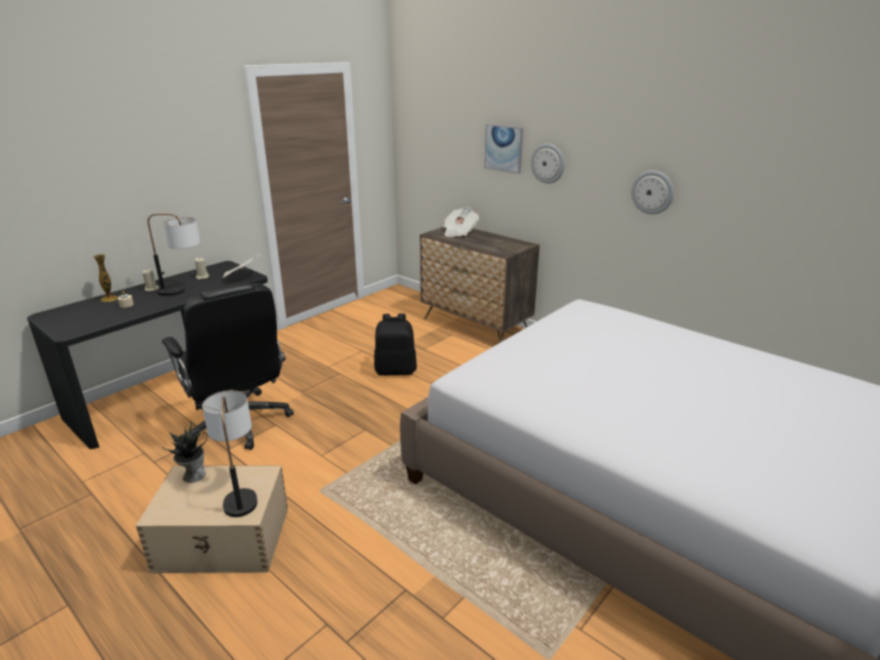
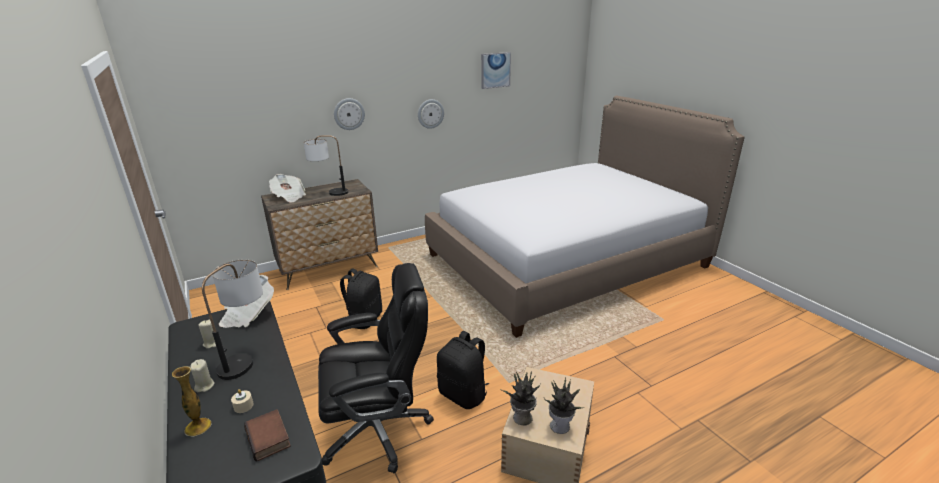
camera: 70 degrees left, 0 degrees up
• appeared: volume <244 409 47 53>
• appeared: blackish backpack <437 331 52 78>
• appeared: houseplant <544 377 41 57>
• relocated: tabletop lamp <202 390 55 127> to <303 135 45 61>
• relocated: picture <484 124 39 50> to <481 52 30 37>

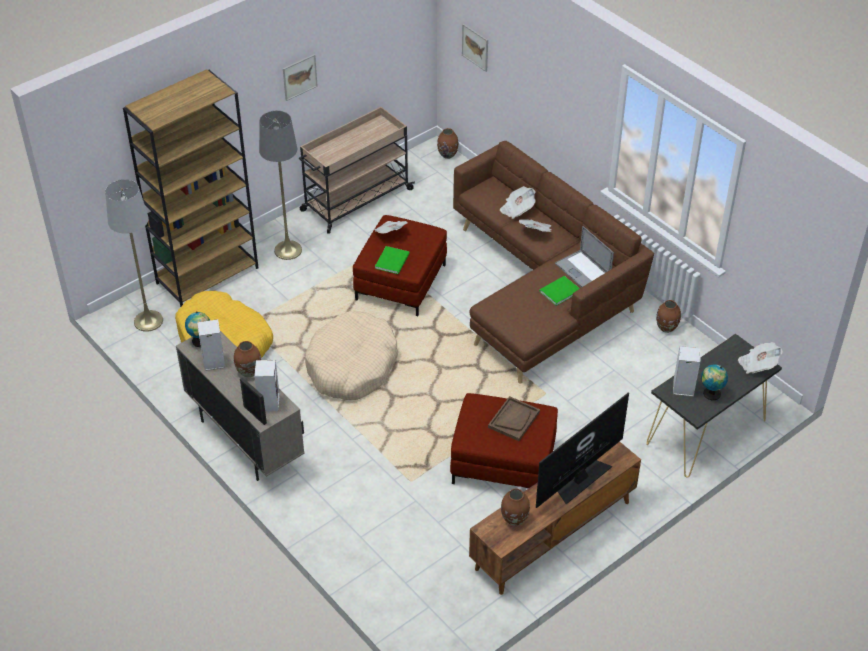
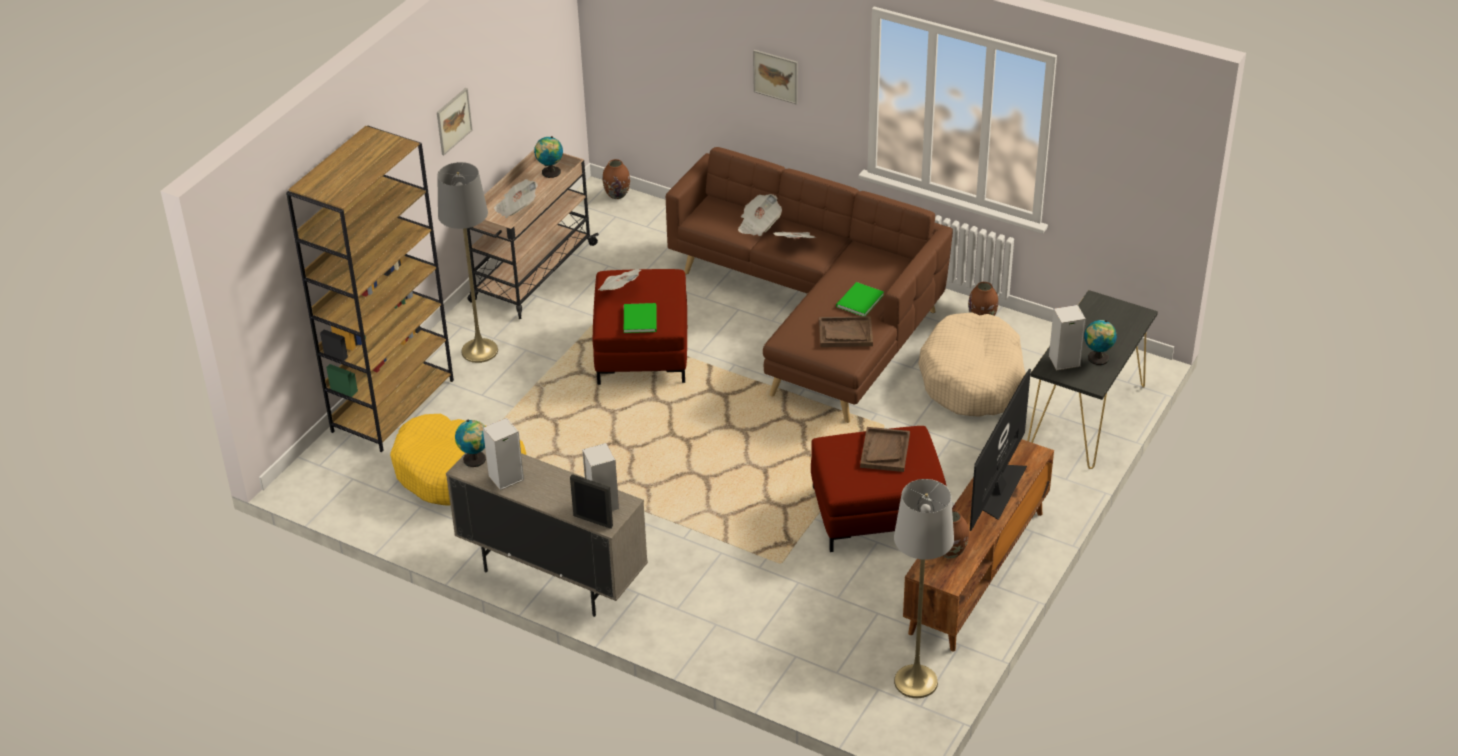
camera: 20 degrees left, 5 degrees down
• missing: brown vase <234 341 27 36>
• missing: portable computer <555 226 59 62>
• appeared: desk globe <534 136 29 42>
• appeared: brown tray <819 316 54 31>
• relocated: gray standard lamp <105 179 58 153> to <894 479 60 219>
• relocated: sand-coloured dog cushion <305 311 93 89> to <918 312 108 105>
• relocated: picture <462 24 26 48> to <753 50 45 55>
• relocated: newspaper <738 342 45 32> to <494 179 44 39>

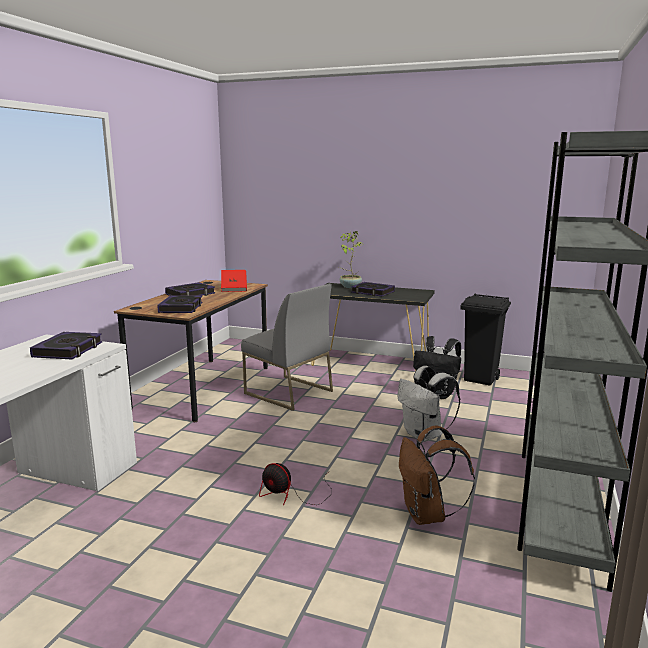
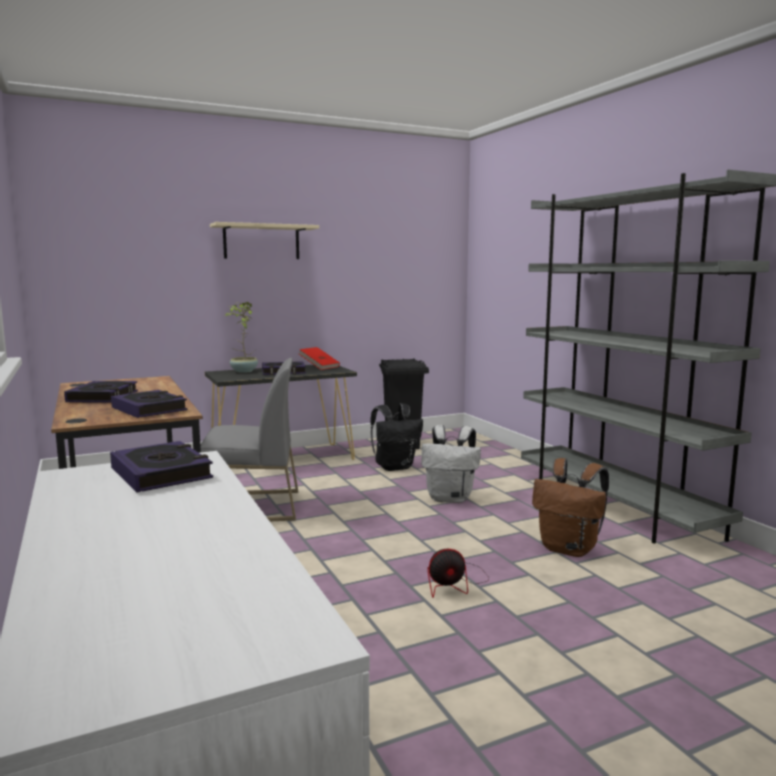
camera: 45 degrees left, 5 degrees down
• appeared: sand-coloured bracket shelf <210 222 109 37>
• relocated: red volume <221 270 26 22> to <299 347 41 23>

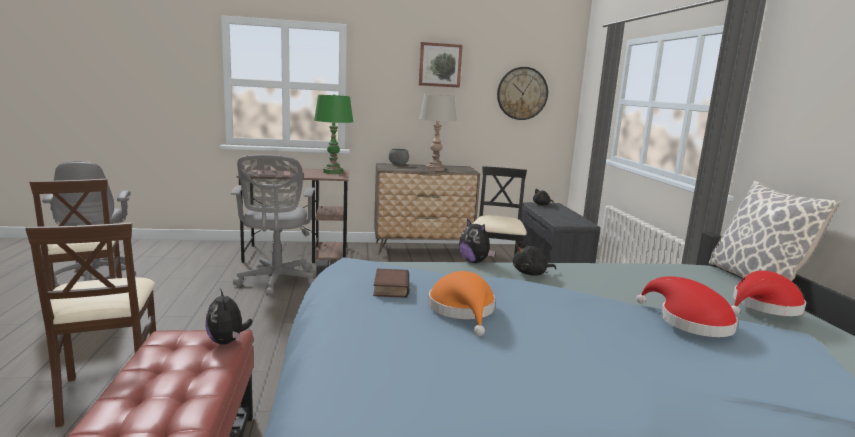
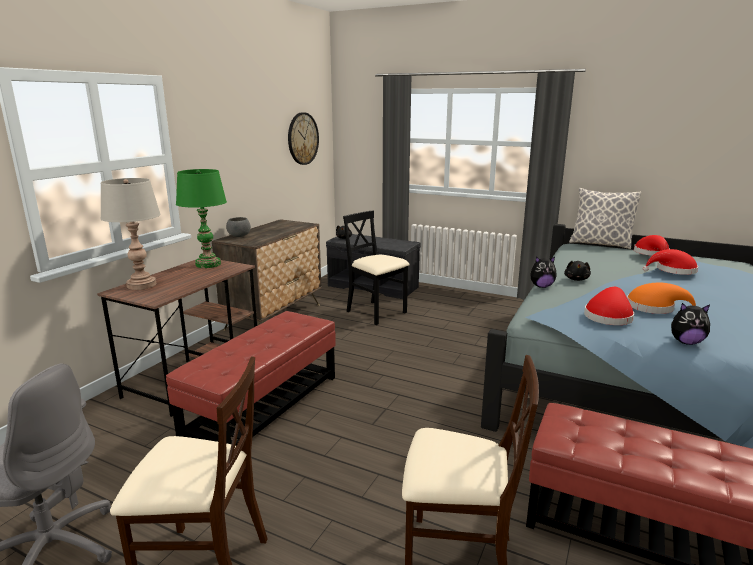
camera: 55 degrees left, 5 degrees up
• missing: picture <419 42 44 46>
• relocated: soft toy <205 288 47 57> to <671 303 39 42>
• relocated: gray tabletop lamp <419 94 38 77> to <100 178 61 112>
• exchanged: gray computer chair <231 154 84 142> to red footrest <166 311 170 135>
• exchanged: volume <373 269 37 29> to red clothing hat <584 287 50 38>

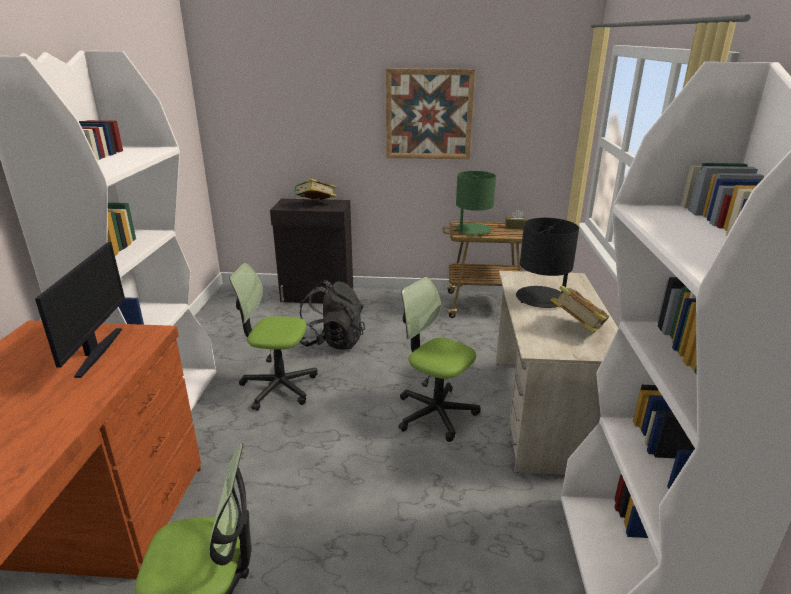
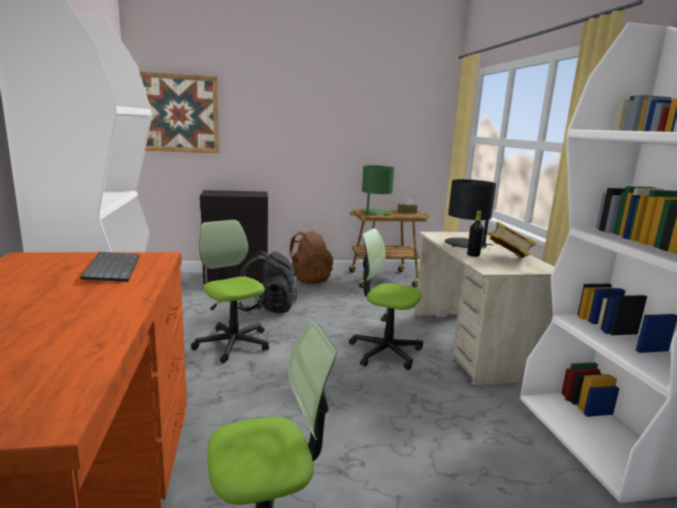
camera: 15 degrees left, 10 degrees down
• missing: volume <293 178 43 23>
• appeared: brown backpack <290 231 43 53>
• appeared: blackish drink bottle <467 211 17 46>
• relocated: picture <386 68 89 91> to <139 71 80 82>
• exchanged: monitor <35 242 90 136> to keyboard <80 252 60 30>
• spun: computer chair <229 263 89 148> = <191 220 78 143> 60 degrees clockwise

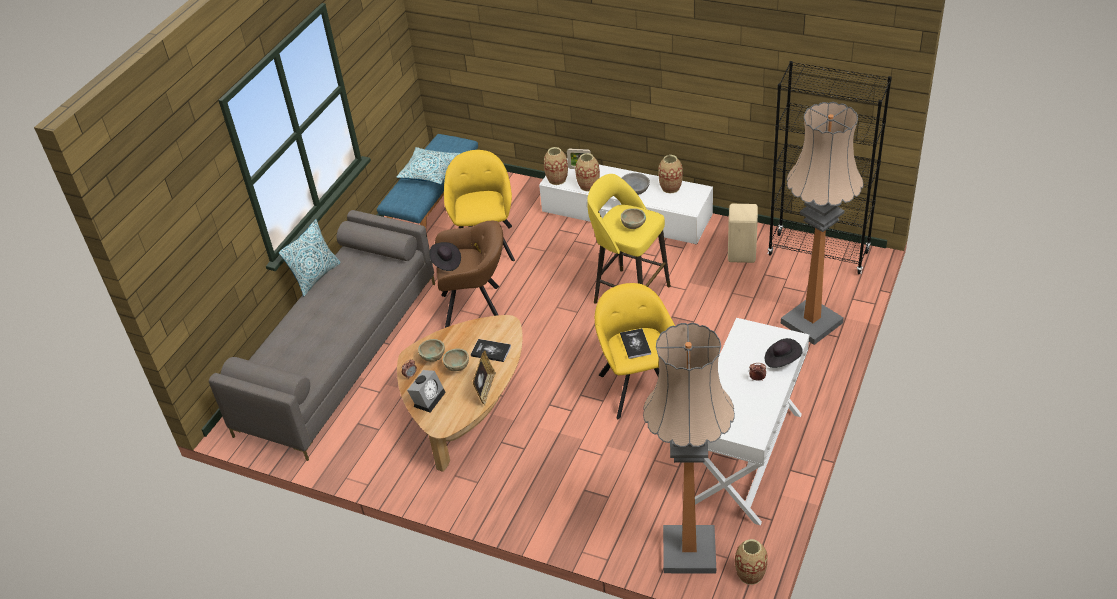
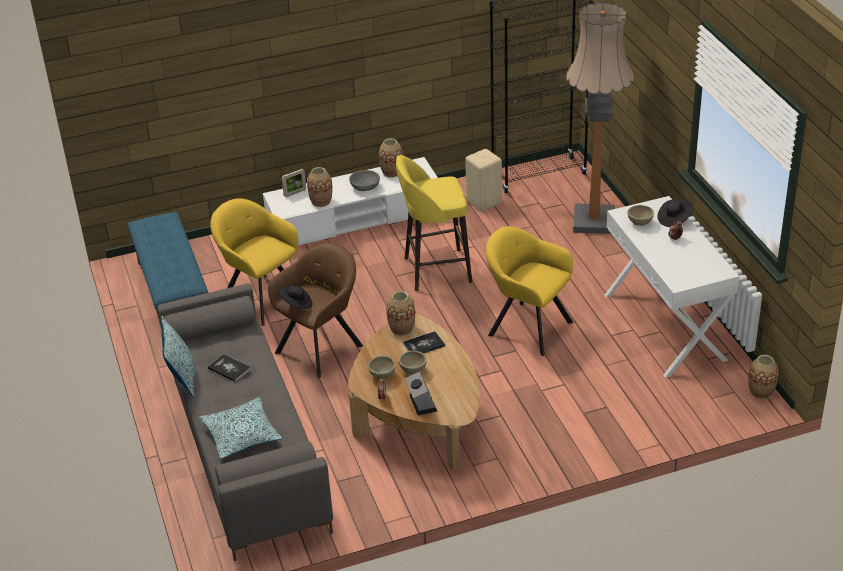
camera: 45 degrees left, 5 degrees down
• missing: standing frame <472 350 24 55>
• missing: standard lamp <643 323 92 251>
• relocated: cushion <397 147 63 38> to <199 397 83 62>
• relocated: vase <544 147 24 38> to <386 291 29 45>
• relocated: volume <620 328 31 31> to <208 354 43 28>
• relocated: sand-coloured bowl <621 208 25 21> to <627 205 27 21>

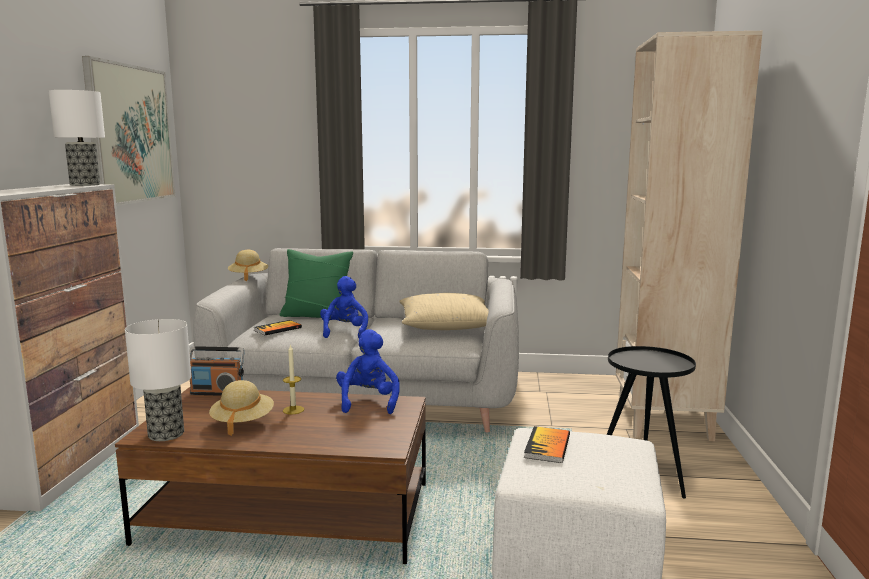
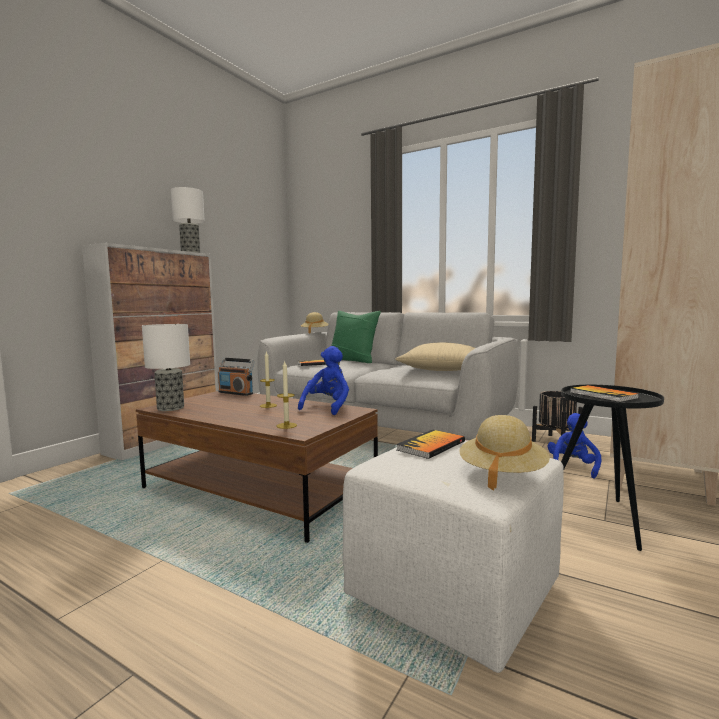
camera: 25 degrees right, 5 degrees down
• missing: picture <82 56 93 150>
• appeared: wax light <277 360 20 69>
• appeared: blackish flower pot <532 391 51 51>
• appeared: volume <570 385 69 17>
• relocated: sand-coloured clothing hat <209 380 65 56> to <459 415 91 75>
• relocated: blue-coloured soft toy <320 276 48 62> to <547 413 54 65>

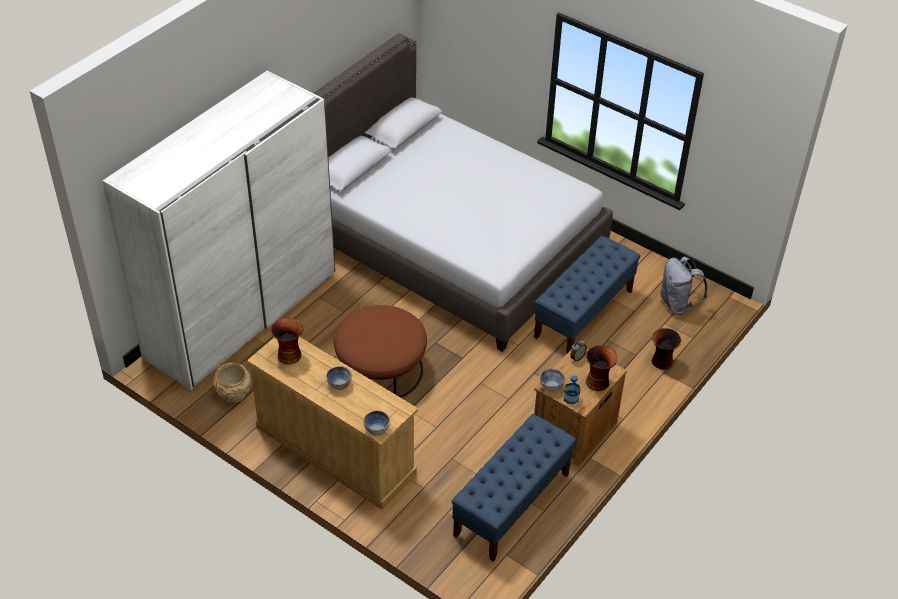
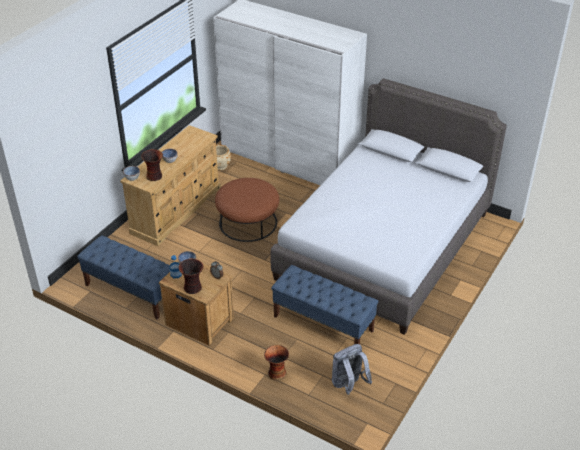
camera: 85 degrees right, 5 degrees down
• relocated: vase <271 318 32 47> to <141 149 22 32>

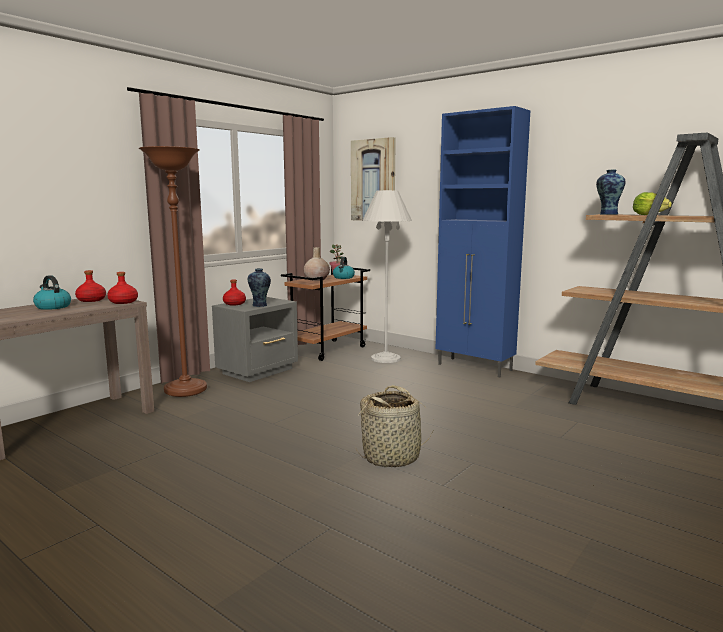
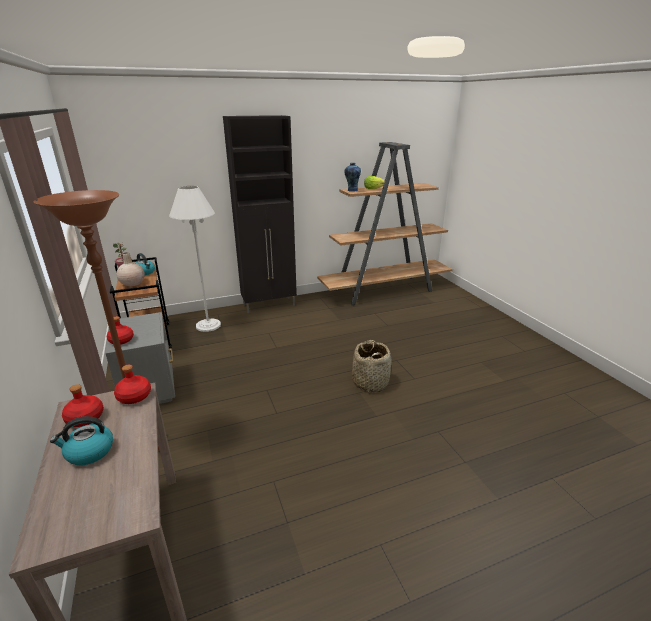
camera: 60 degrees left, 15 degrees up
• missing: vase <248 268 23 39>
• missing: picture <351 137 45 84>
• colour: blue-coloured cupboard <436 106 94 271> to blackish cupboard <223 115 74 198>

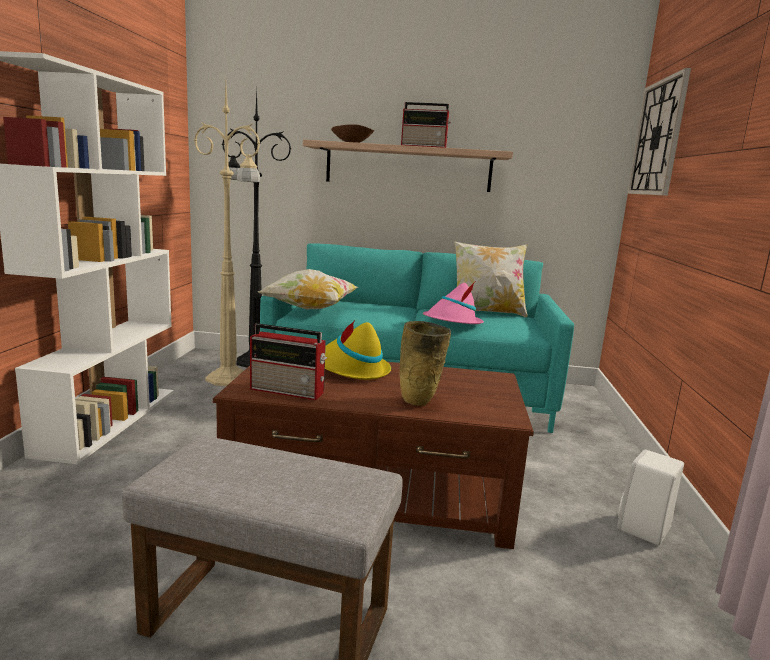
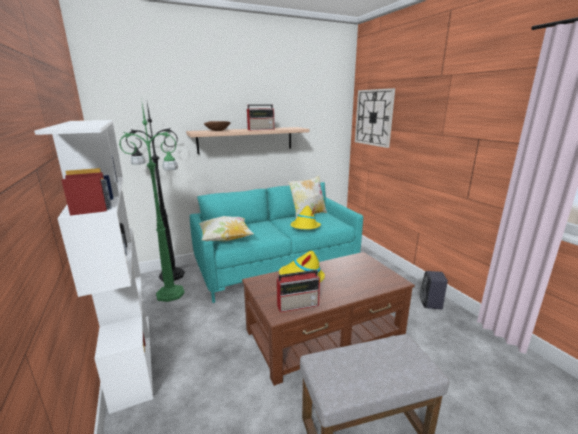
camera: 30 degrees left, 5 degrees up
• missing: sand-coloured vase <400 321 51 85>
• colour: sand-coloured standard lamp <194 82 66 304> to green-coloured standard lamp <119 104 66 198>
• colour: pink-coloured clothing hat <423 282 61 42> to yellowish clothing hat <290 204 31 25>
• colour: white loudspeaker <617 450 67 95> to blackish loudspeaker <420 271 28 38>

